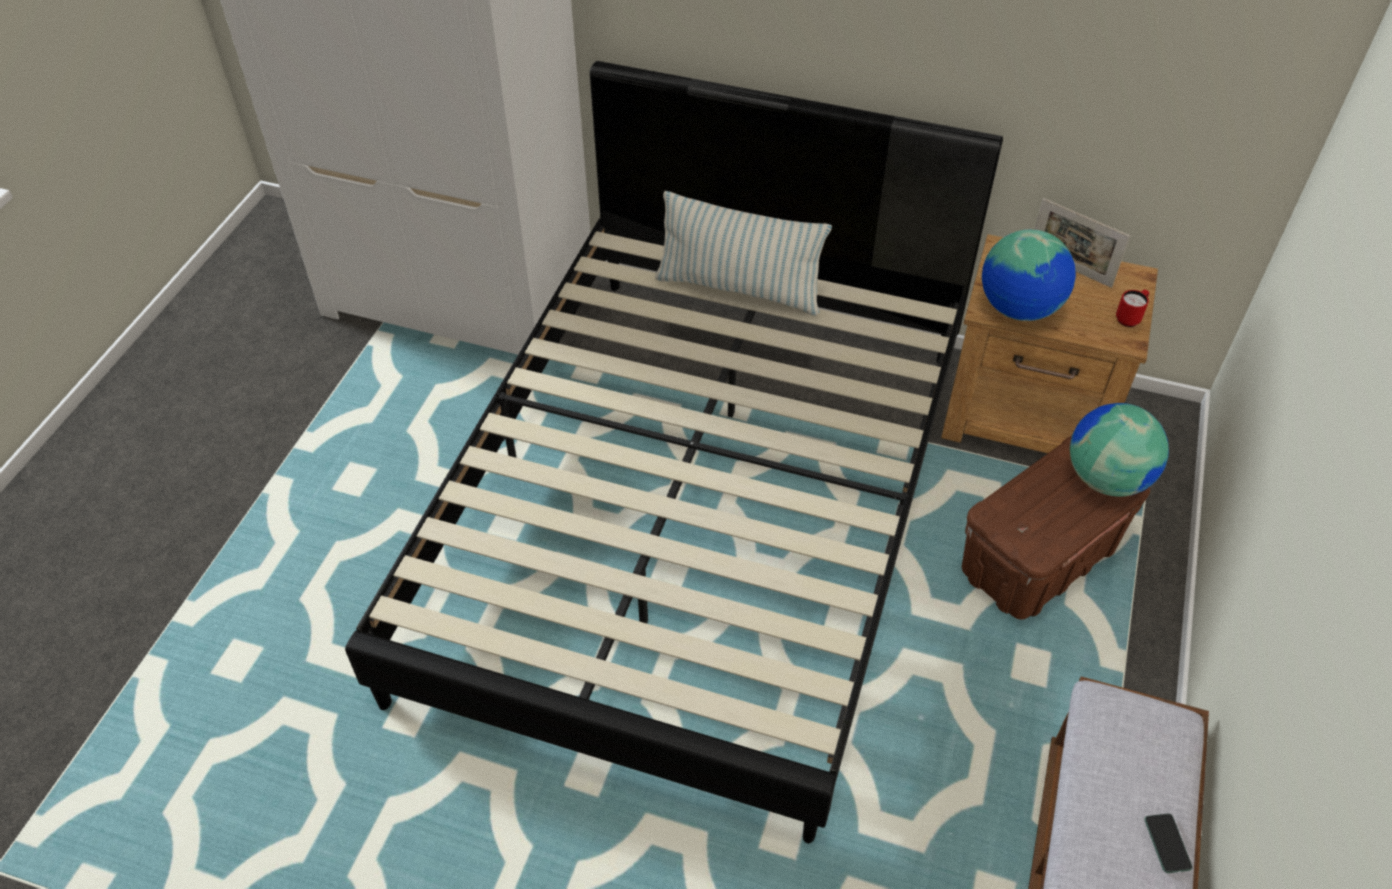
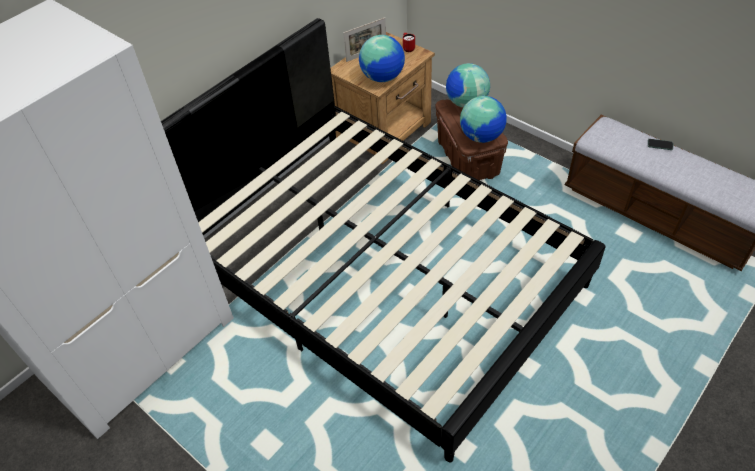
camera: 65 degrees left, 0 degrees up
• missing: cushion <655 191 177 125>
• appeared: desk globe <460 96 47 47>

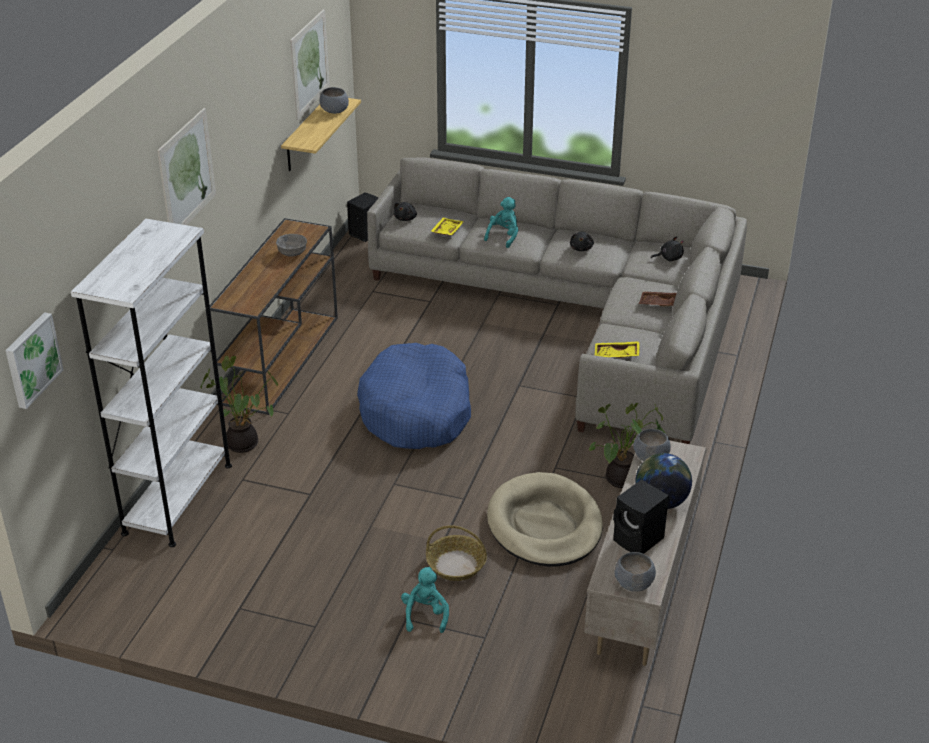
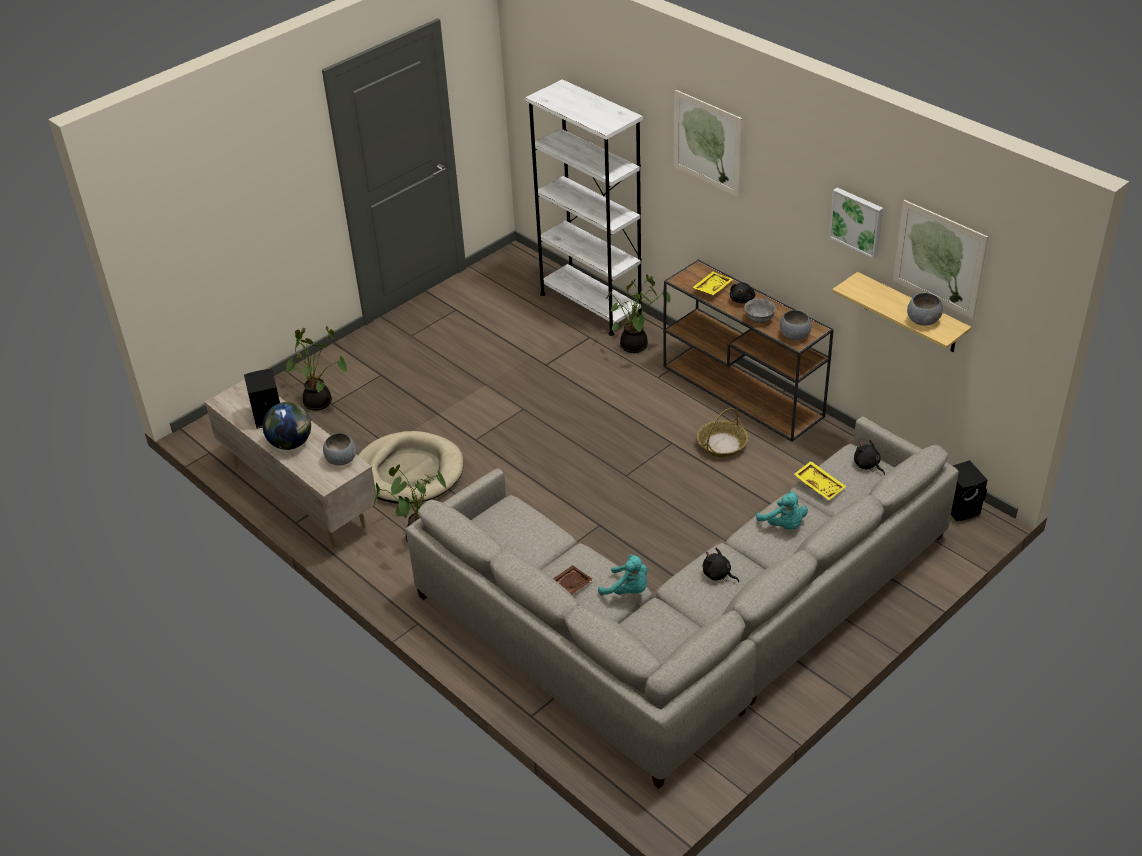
camera: 120 degrees right, 5 degrees up
• missing: blue-coloured dog cushion <357 343 114 106>
• appeared: houseplant <286 326 62 85>
• relocated: picture <5 312 58 97> to <829 187 54 72>
• relocated: blue-green soft toy <401 567 48 66> to <598 555 49 40>
• relocated: household basket <426 525 61 56> to <697 408 51 49>
• relocated: yellowish tray <595 341 45 17> to <692 272 41 23>
• relocated: gray bowl <615 552 41 40> to <780 310 31 30>
• relocated: blackish soft toy <651 236 33 25> to <730 282 25 21>

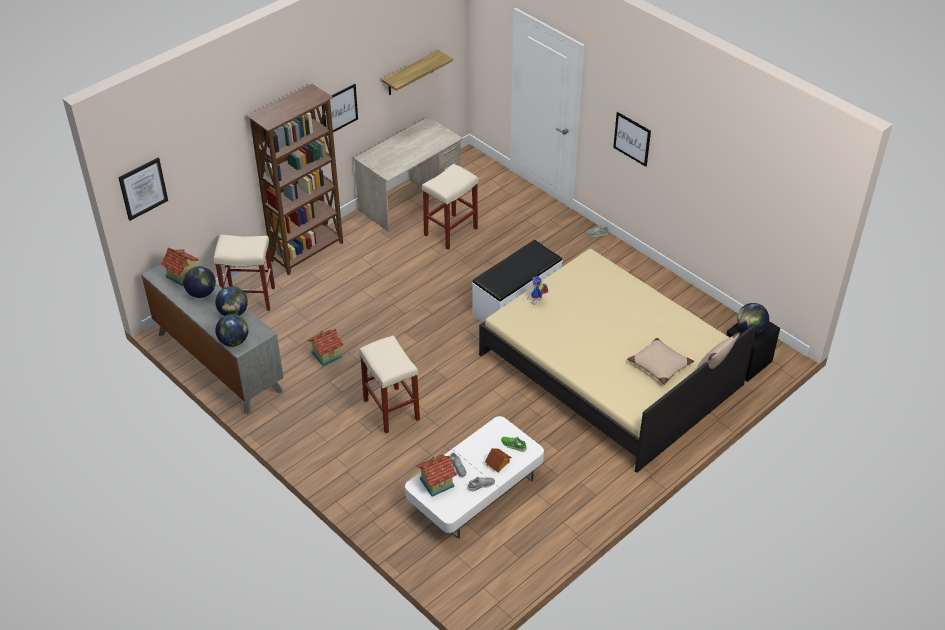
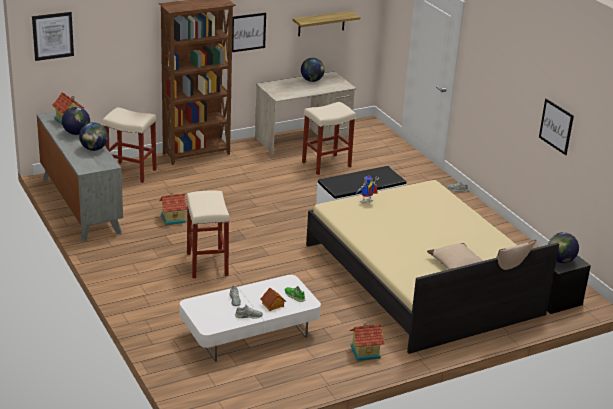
camera: 15 degrees right, 15 degrees down
• relocated: desk globe <215 314 33 33> to <301 58 24 24>
• relocated: miniature house <417 454 40 43> to <350 322 34 39>
• relocated: picture <613 112 38 55> to <539 98 35 57>

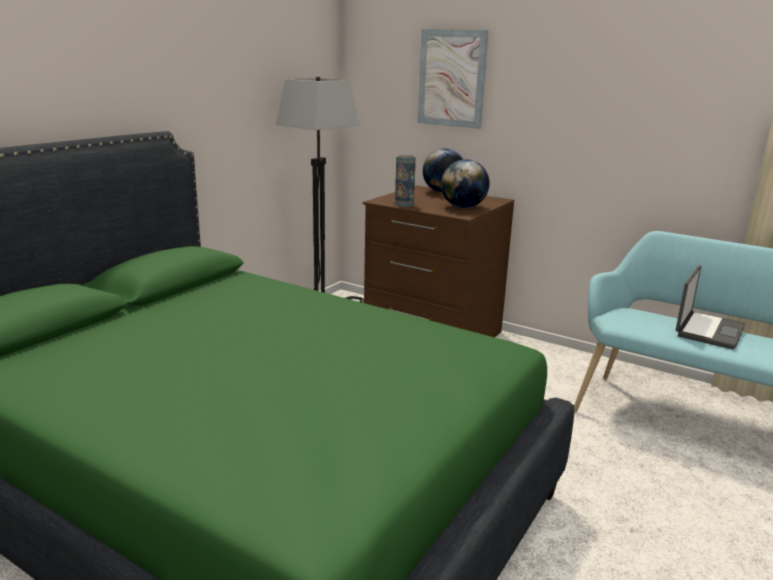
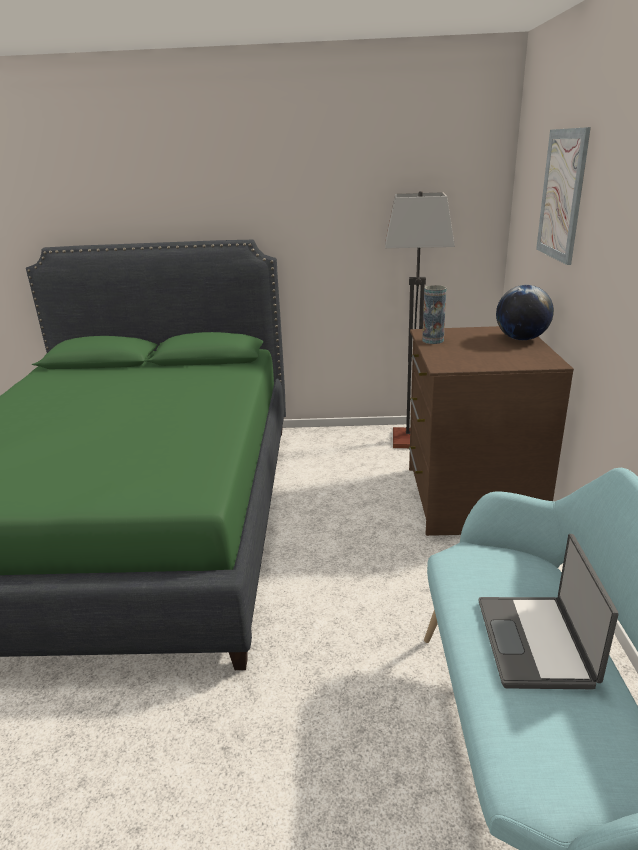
camera: 60 degrees right, 5 degrees up
• missing: desk globe <441 159 48 49>
• spun: portable computer <676 266 69 84> = <478 534 140 155> 90 degrees clockwise

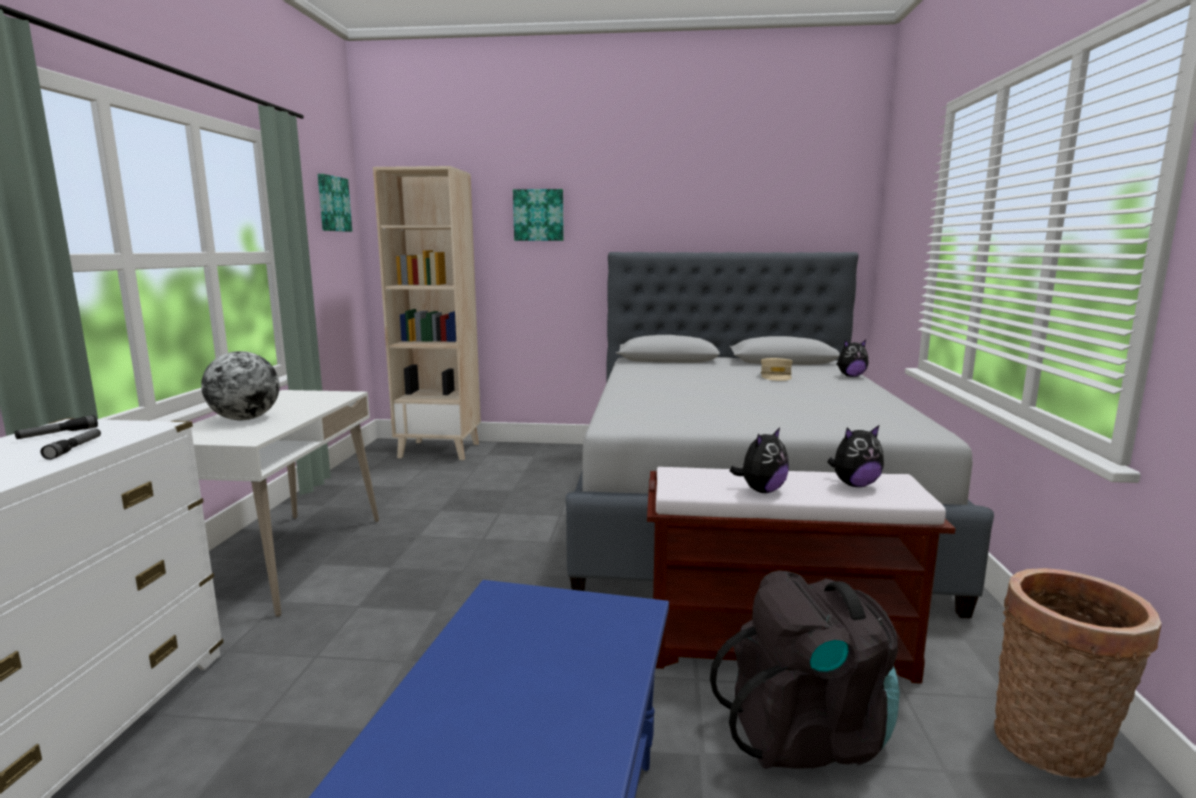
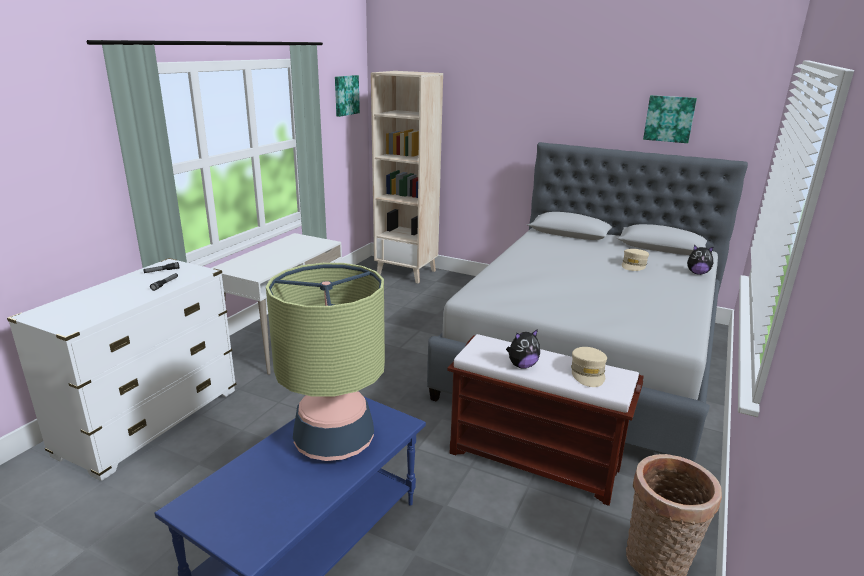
camera: 20 degrees right, 10 degrees up
• missing: desk globe <201 351 79 69>
• missing: blackish backpack <710 570 190 199>
• appeared: tabletop lamp <266 263 119 198>
• relocated: picture <513 189 51 52> to <643 95 54 48>
• exchanged: soft toy <827 425 57 62> to sand-coloured baseball cap <571 347 36 40>

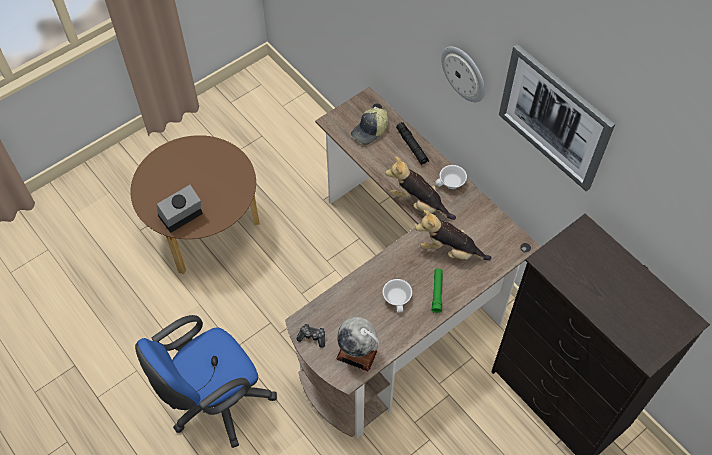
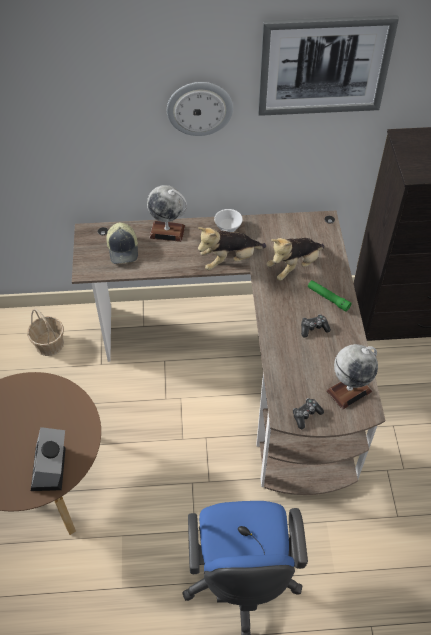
camera: 55 degrees left, 5 degrees down
• appeared: household basket <27 308 37 48>
• exchanged: white cup <383 279 29 34> to joypad <301 314 30 24>
• exchanged: blackish torch <396 122 33 43> to desk globe <147 185 40 57>

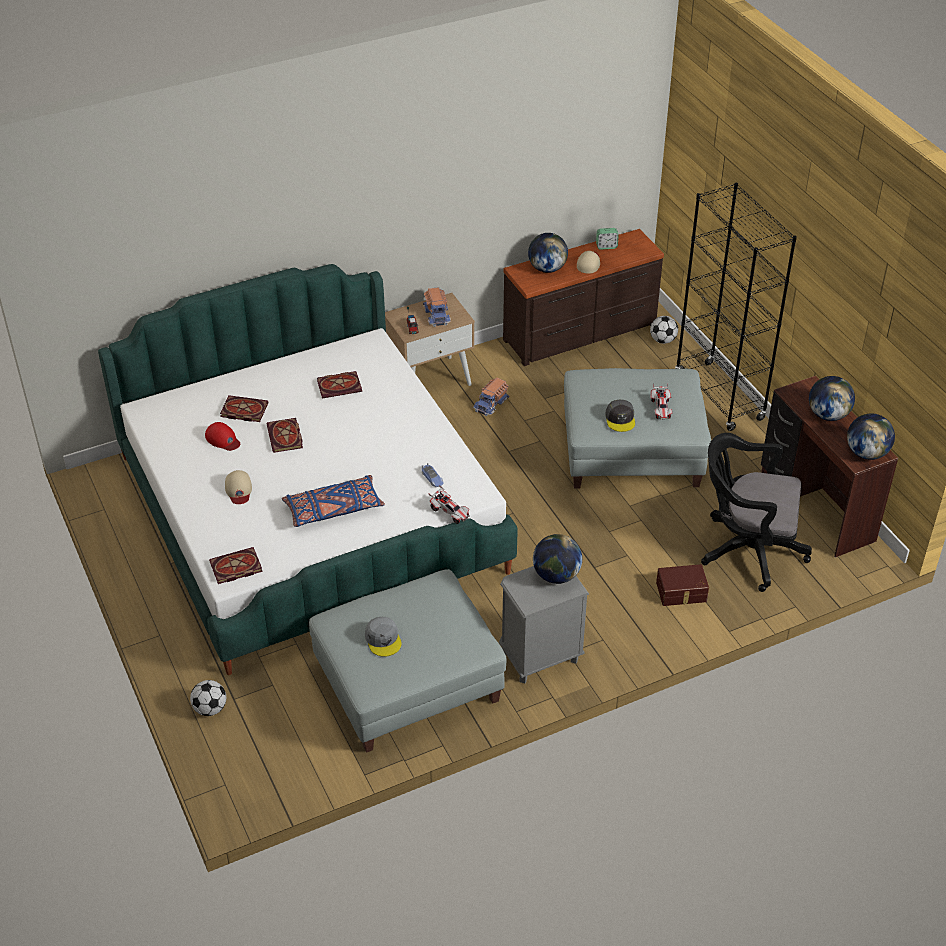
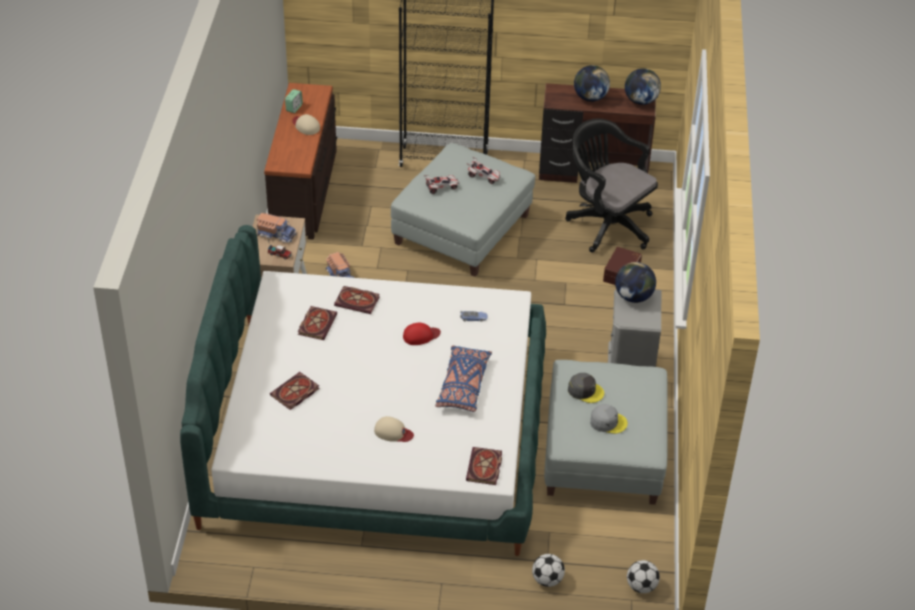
camera: 60 degrees left, 0 degrees up
• missing: desk globe <528 233 40 40>
• relocated: red baseball cap <205 422 35 29> to <403 323 38 22>
• relocated: volume <266 418 37 35> to <334 286 45 28>
• relocated: model car <428 485 42 39> to <424 175 35 19>
• relocated: gray baseball cap <605 400 30 32> to <568 373 36 30>
• relocated: ball for football <650 316 28 28> to <627 560 33 33>
• spun: blackish computer chair <701 433 111 159> = <565 118 93 135> 90 degrees clockwise

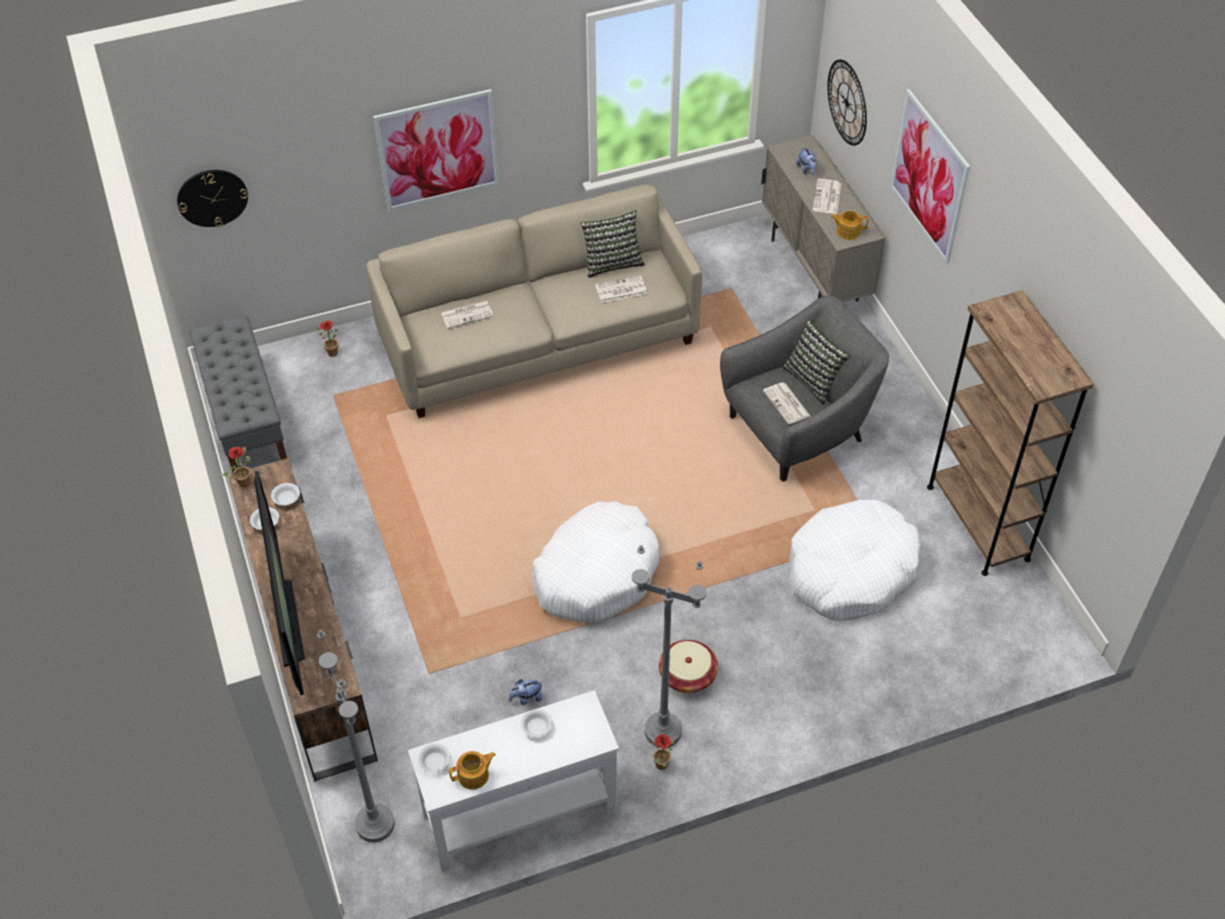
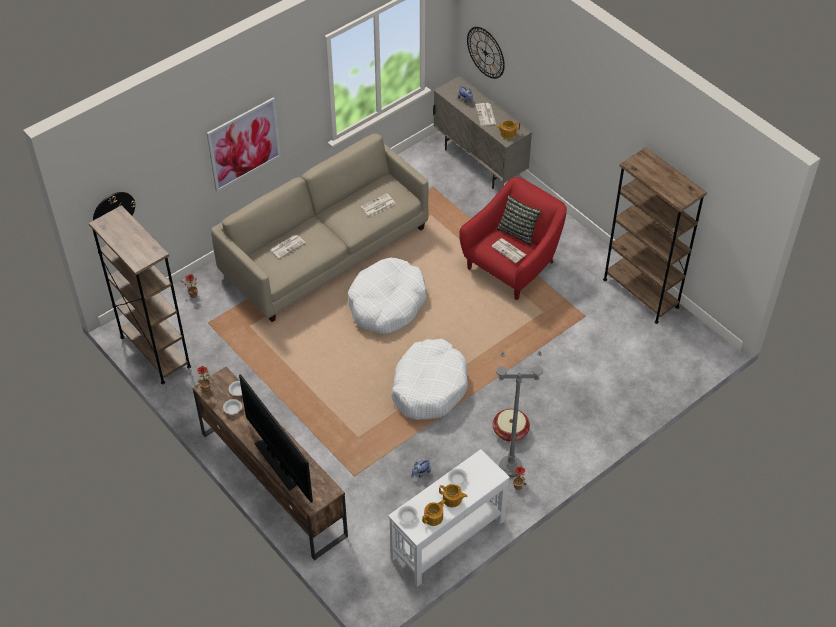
camera: 20 degrees left, 0 degrees up
• missing: gray standard lamp <317 630 78 212>
• missing: cushion <581 210 64 68>
• missing: picture <890 89 80 175>
• appeared: pot for tea <439 484 28 24>
• relocated: white dog cushion <789 500 132 121> to <348 257 79 77>
• exchanged: gray indoor bench <189 315 98 158> to brown bookshelf <89 205 102 180>
• colour: gray lounge chair <720 295 169 186> to red lounge chair <459 177 108 123>

